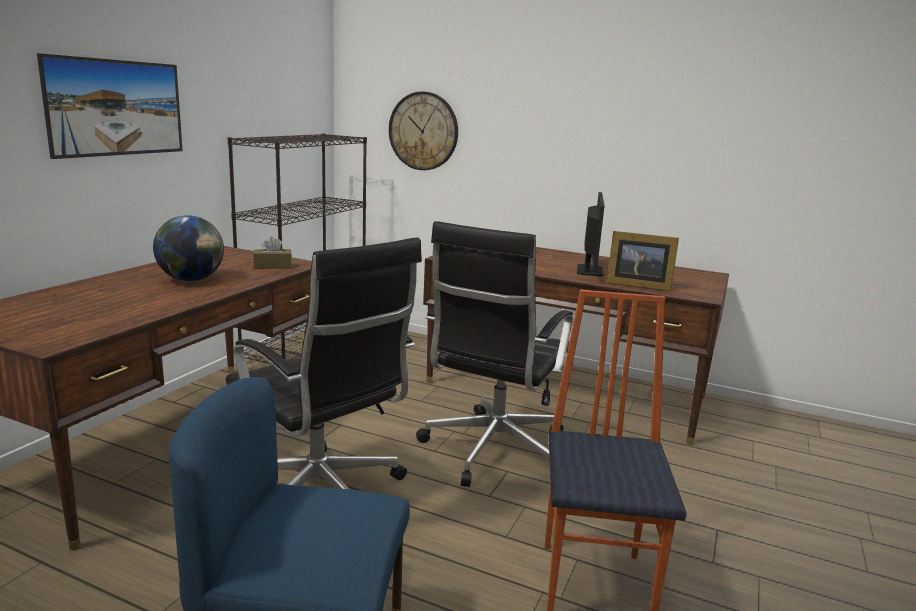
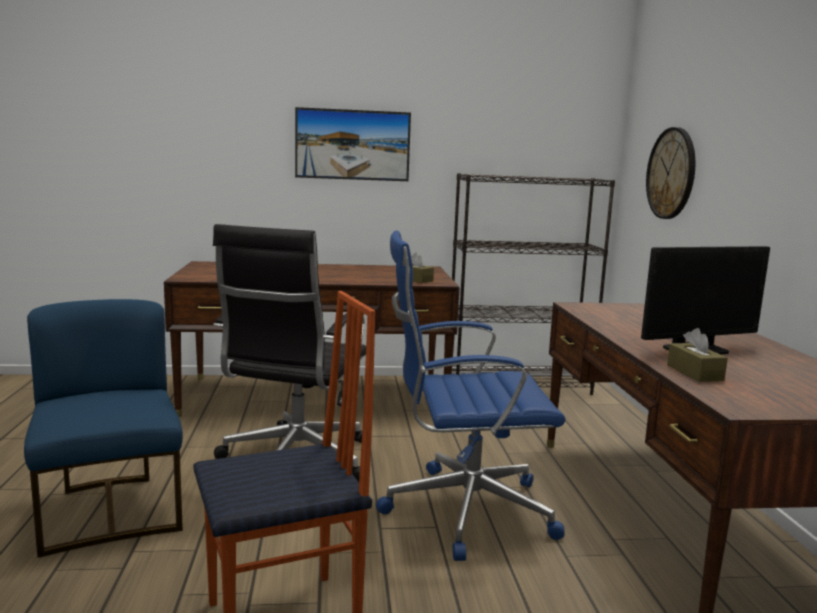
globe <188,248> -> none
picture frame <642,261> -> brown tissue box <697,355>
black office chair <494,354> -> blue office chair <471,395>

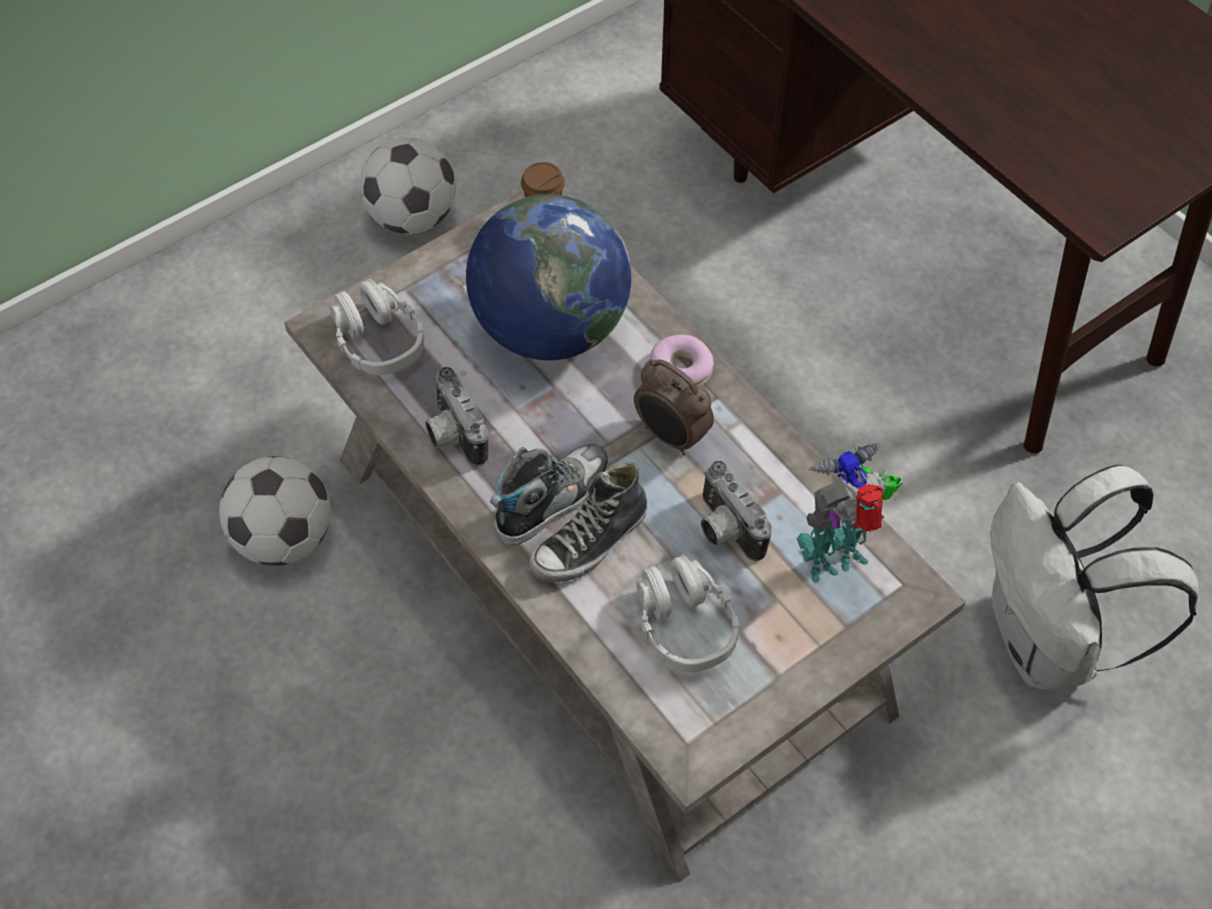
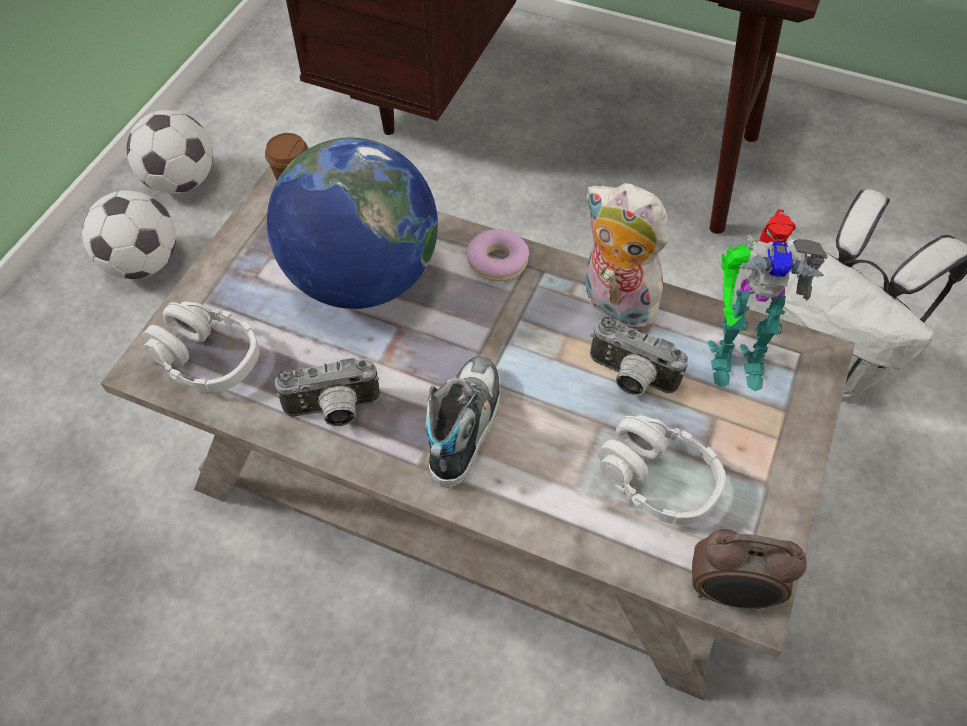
shoe <588,522> -> none
none -> plush toy <627,256>
football <275,511> -> football <170,152>, move
alarm clock <674,407> -> alarm clock <749,569>, move
photo camera <456,416> -> photo camera <327,392>, 45 degrees counterclockwise
toy robot <849,512> -> toy robot <768,300>, 120 degrees counterclockwise

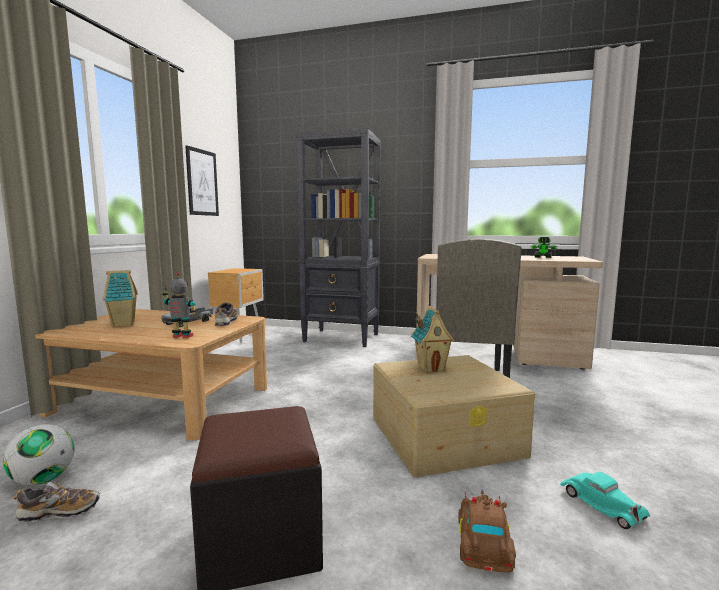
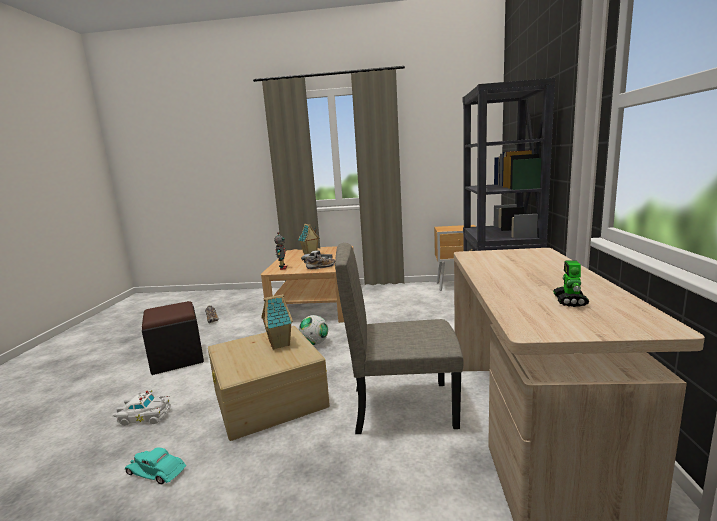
picture <202,180> -> none
football <38,454> -> football <313,330>, move
brown toy car <487,531> -> white toy car <142,408>
turquoise toy car <605,500> -> turquoise toy car <155,465>, 60 degrees clockwise

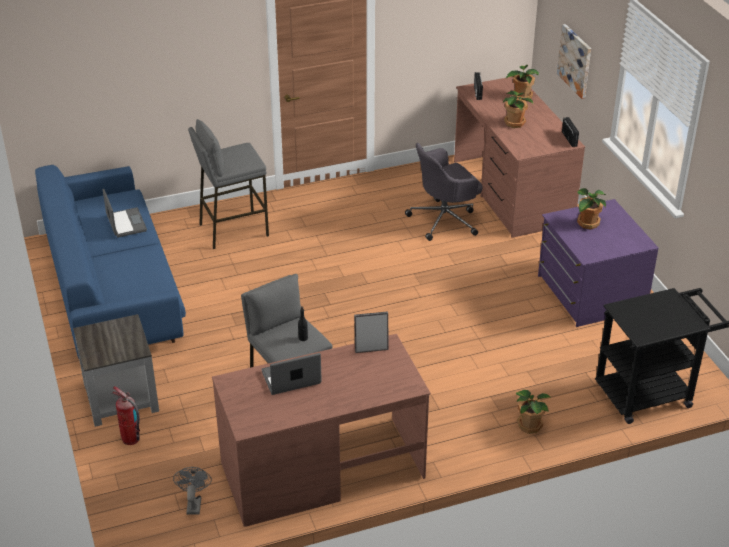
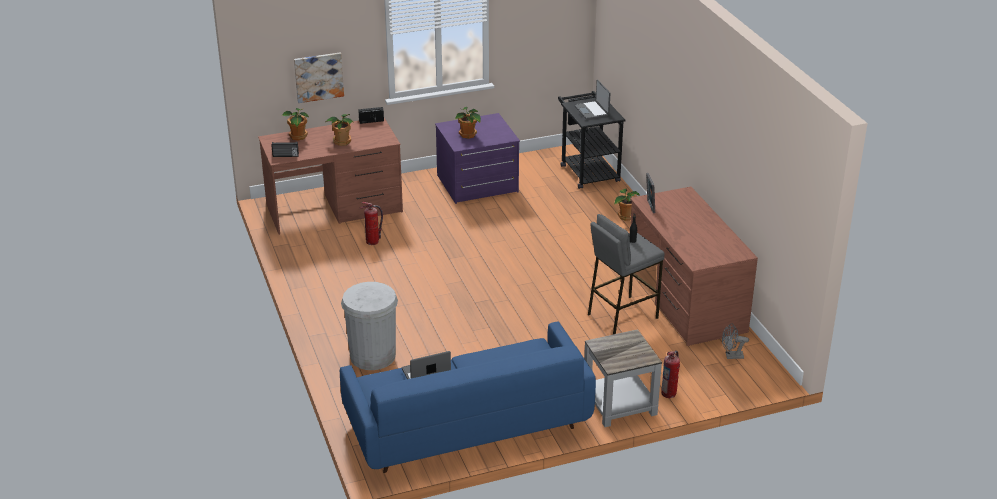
laptop <291,374> -> laptop <592,100>, move
grey stool <228,184> -> white trash can <369,326>
grey office chair <444,192> -> fire extinguisher <371,223>

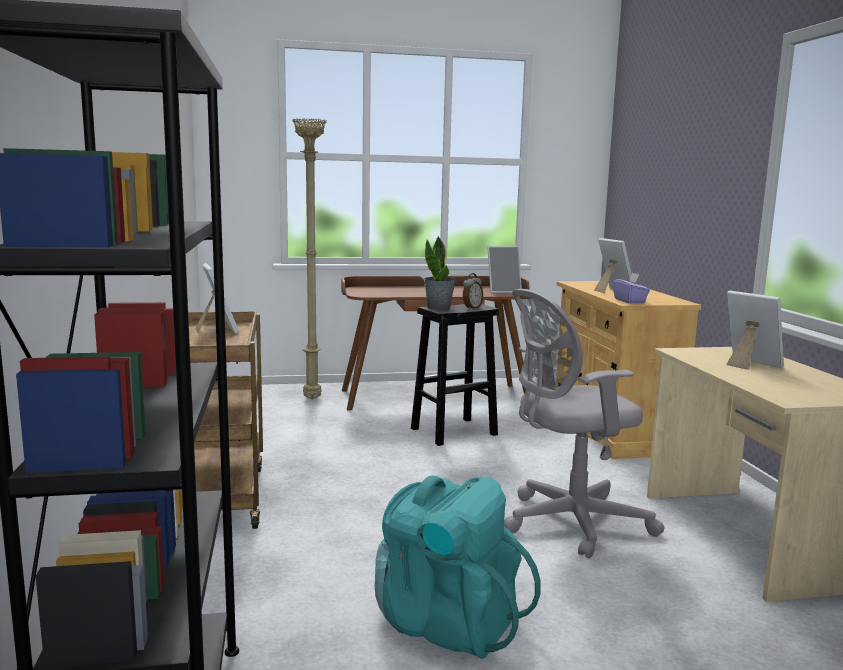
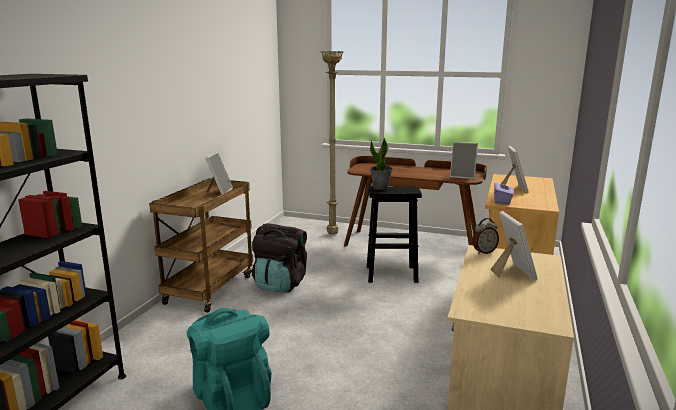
grey office chair <584,424> -> none
none -> black backpack <279,258>
alarm clock <473,291> -> alarm clock <486,236>, move

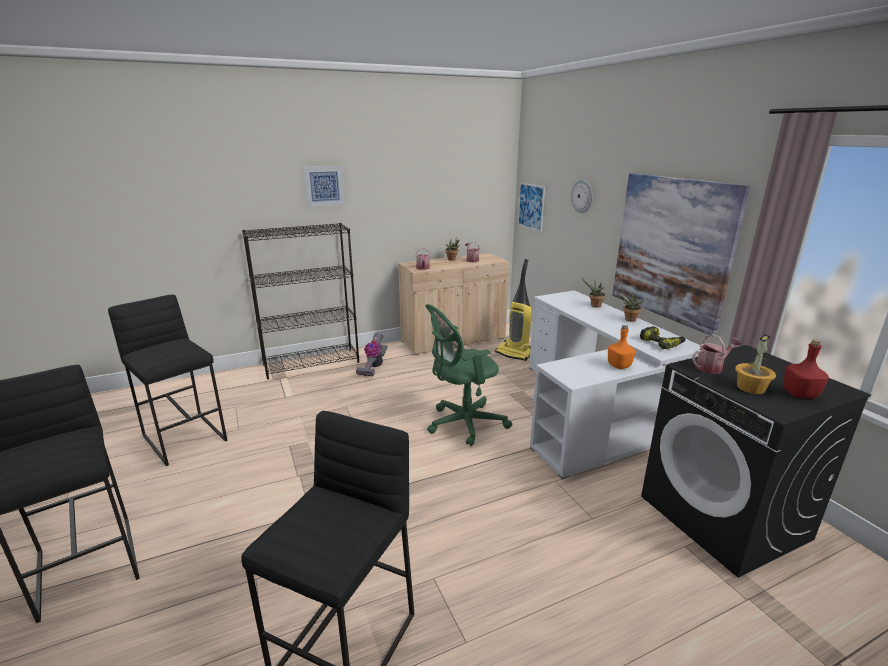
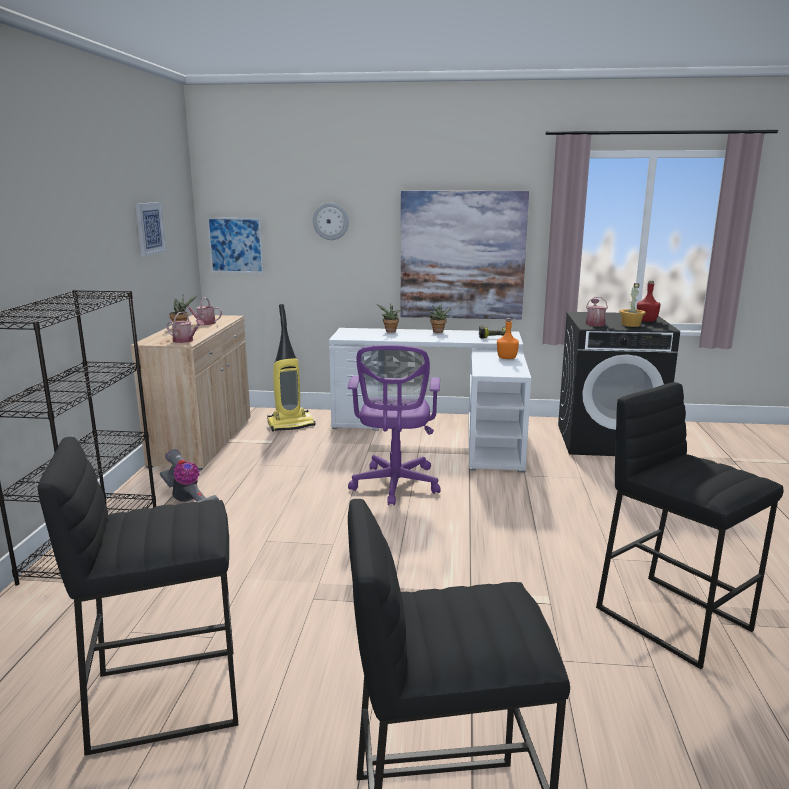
picture <324,186> -> picture <151,229>, move
green office chair <468,375> -> purple office chair <394,425>

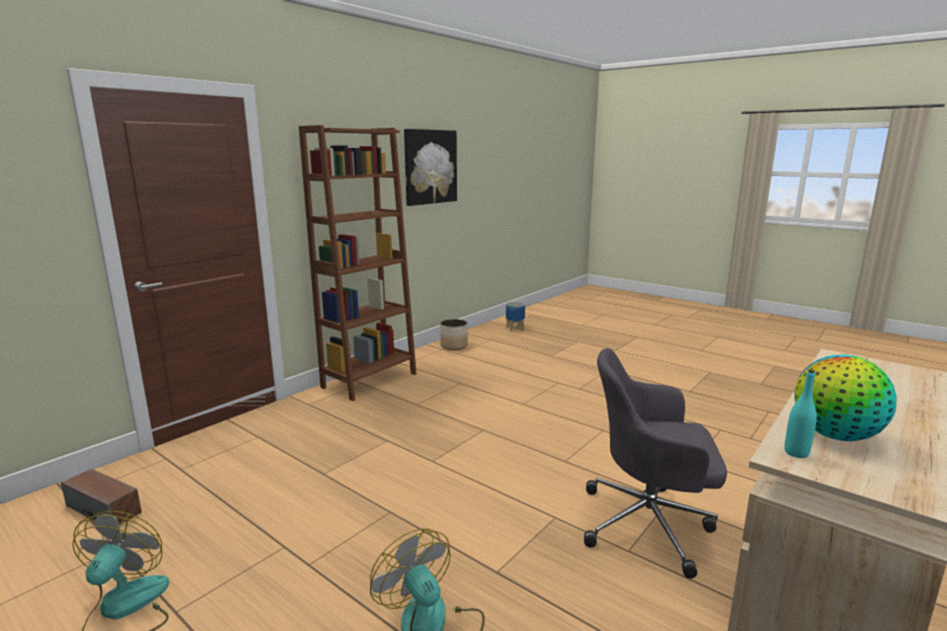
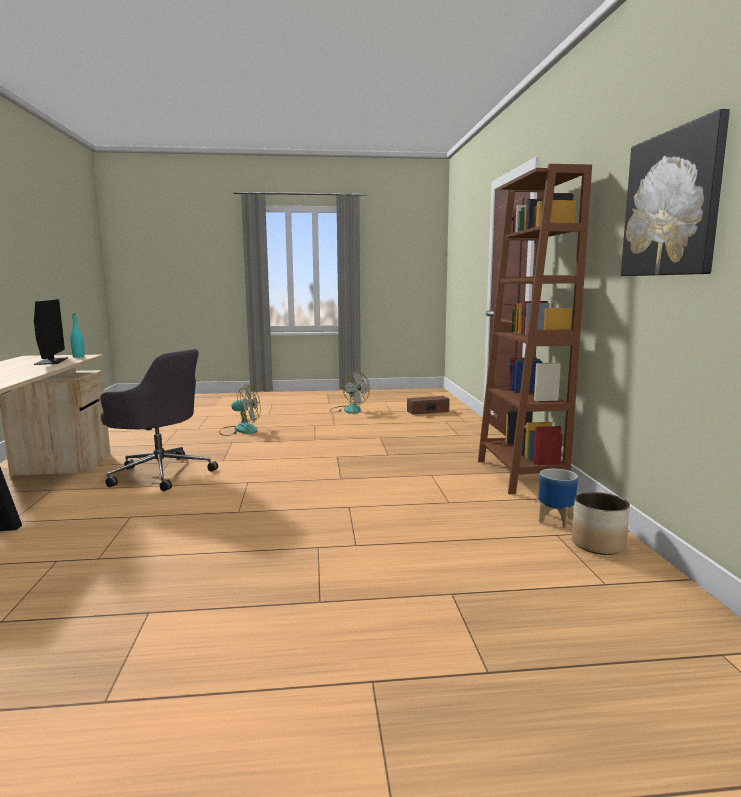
planter <515,316> -> planter <558,498>, move
globe <846,398> -> monitor <51,332>
grey office chair <655,463> -> grey office chair <159,420>, 60 degrees clockwise

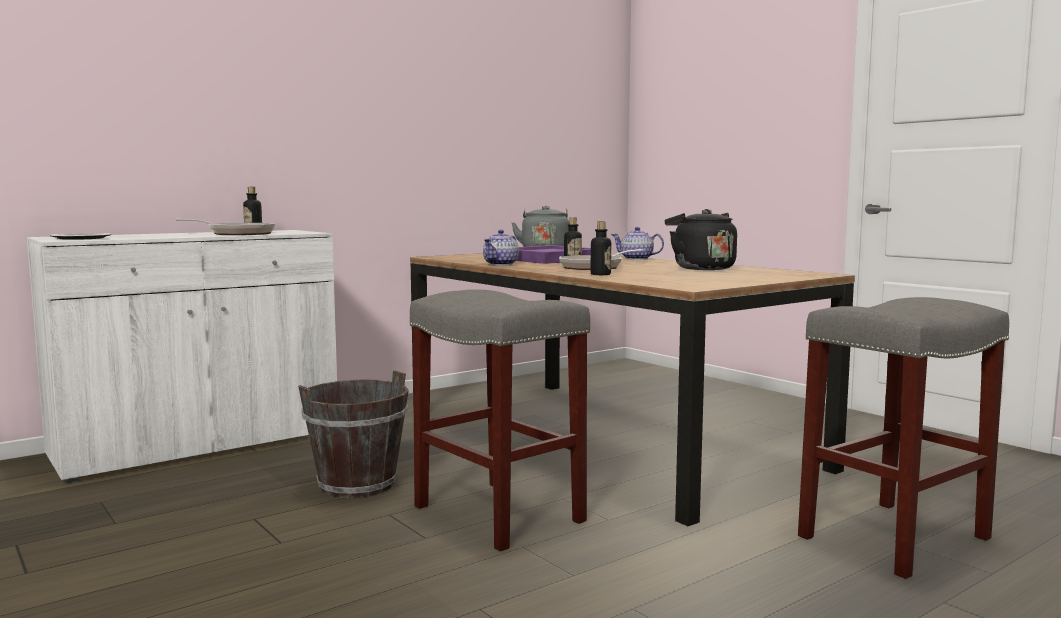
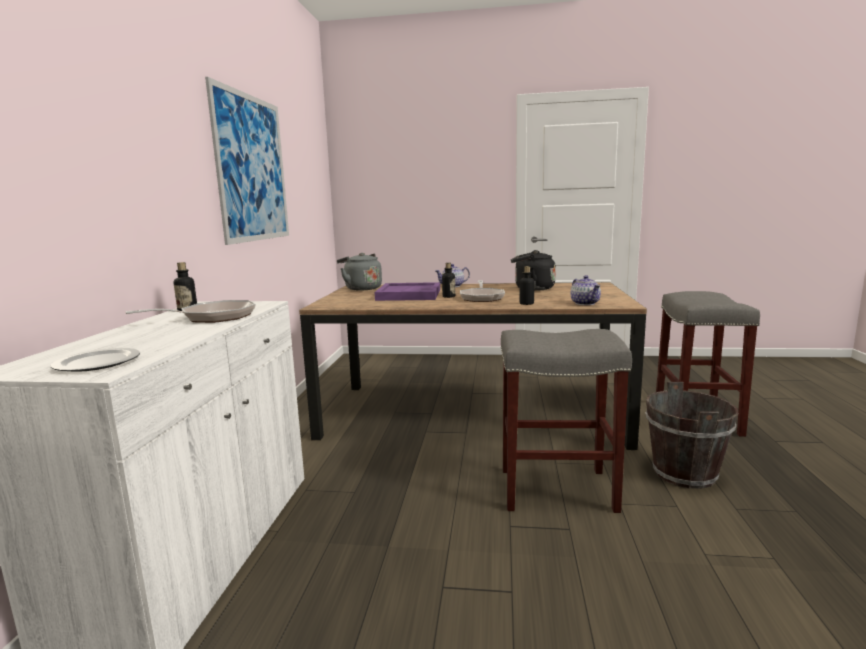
none -> picture <247,161>
brown bucket <353,434> -> brown bucket <692,435>, move
teapot <501,248> -> teapot <586,290>, move

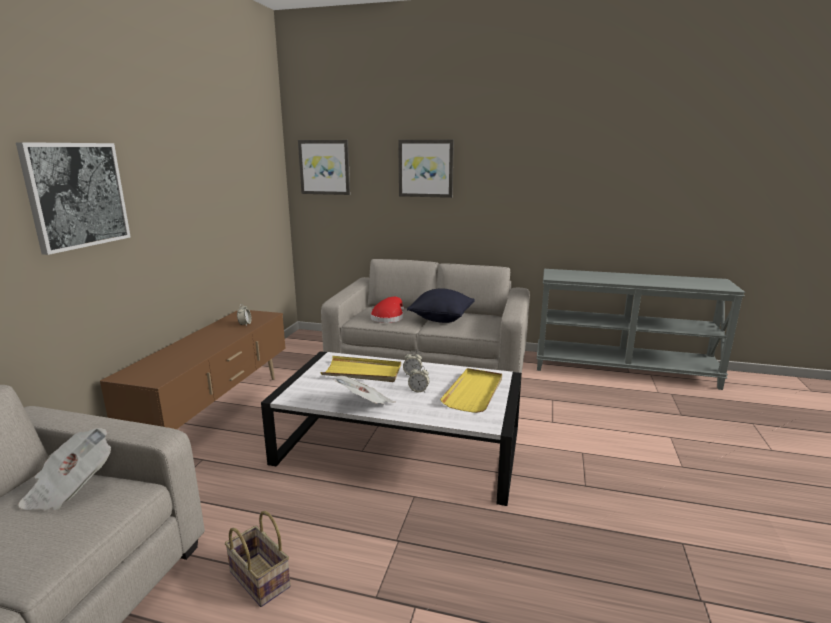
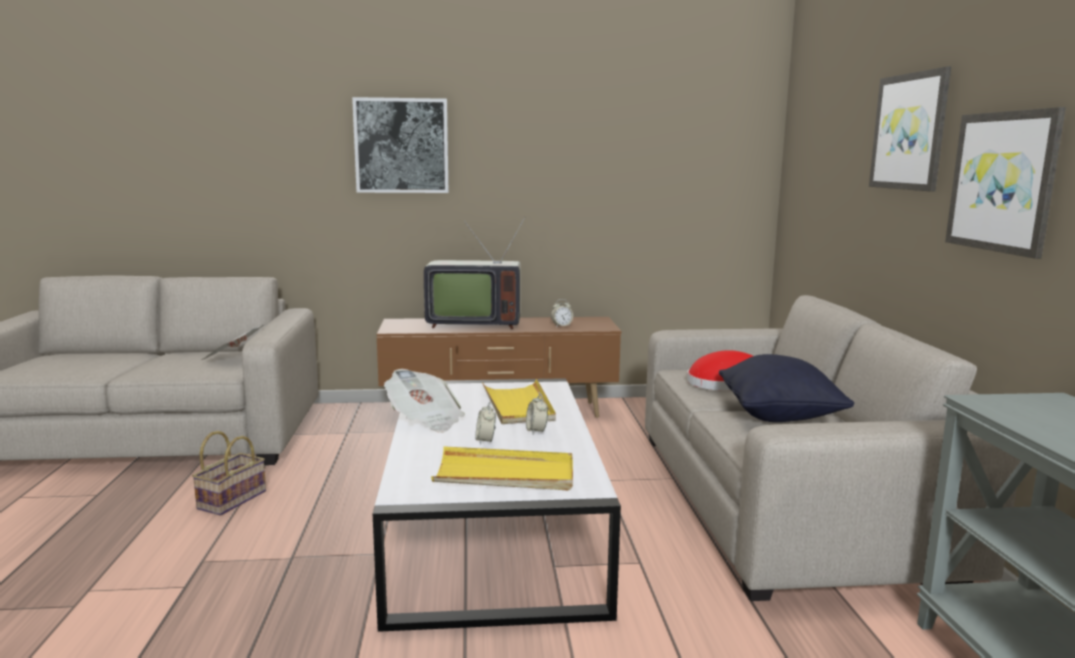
none -> television <474,273>
picture <324,167> -> picture <1005,183>, move

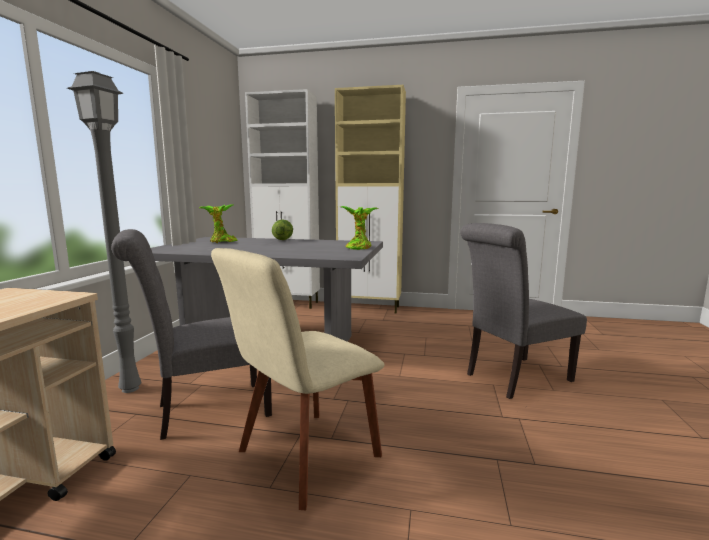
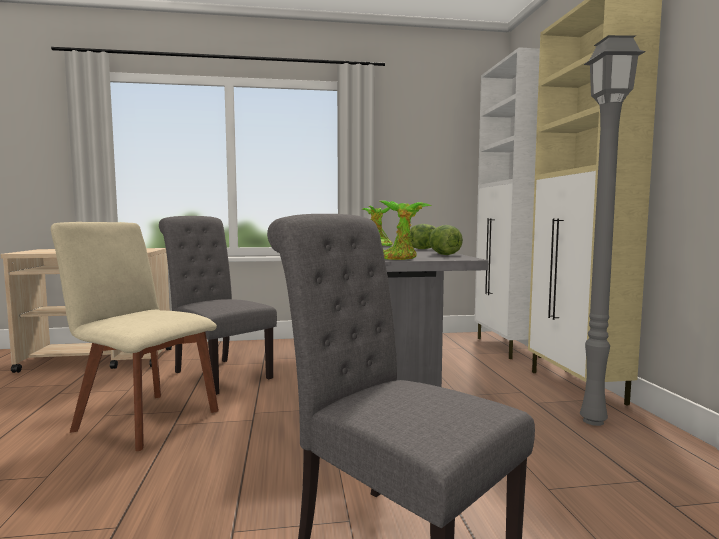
none -> lettuce <446,240>
grey floor lamp <104,232> -> grey floor lamp <613,230>, move

